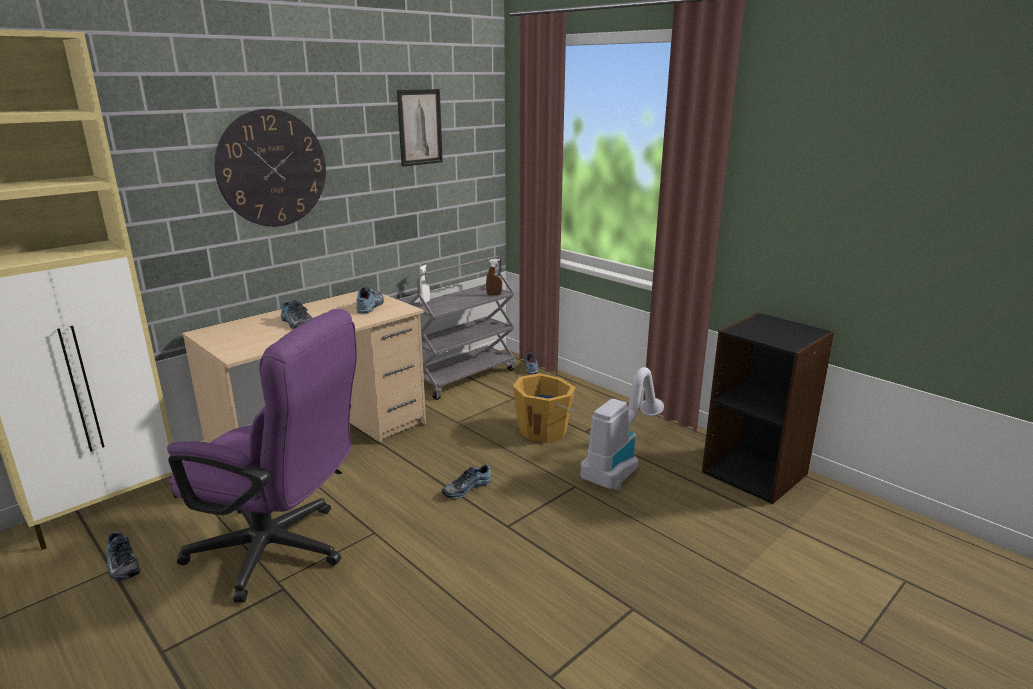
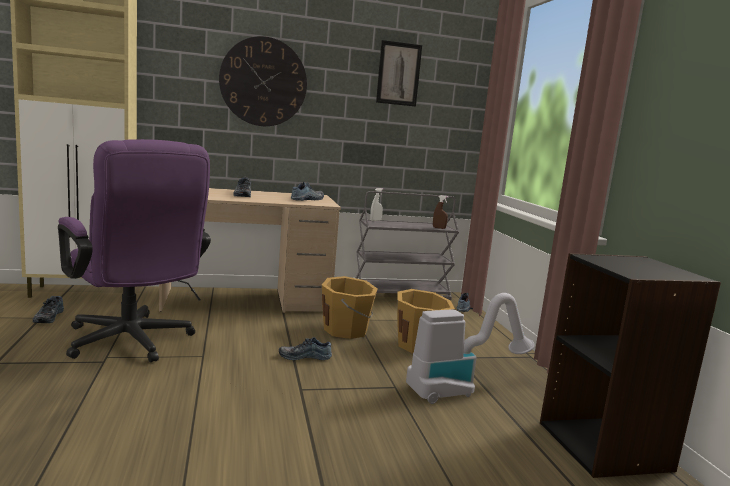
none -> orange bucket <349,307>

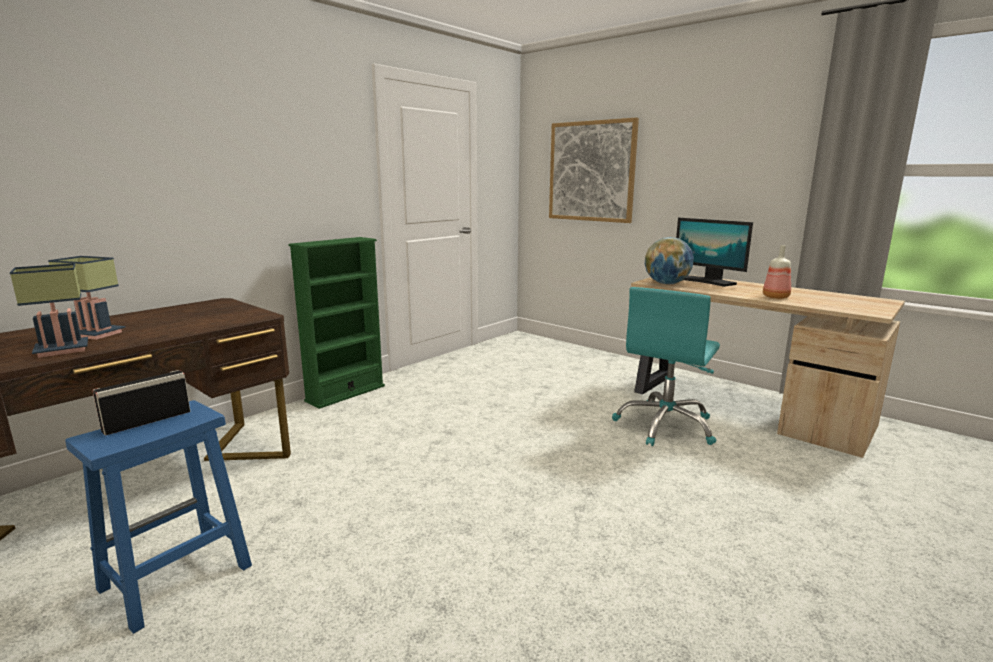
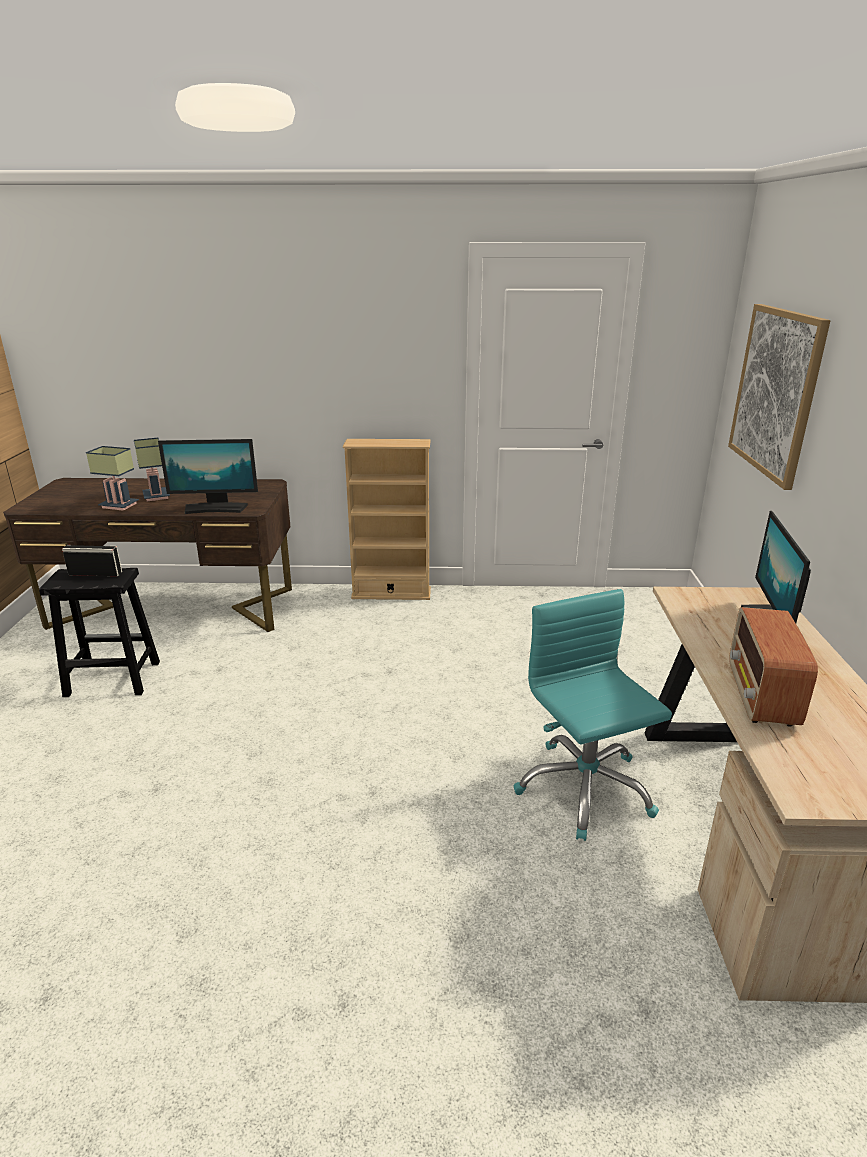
globe <669,260> -> none
none -> monitor <208,476>
bottle <777,272> -> radio <773,667>
blue stool <158,517> -> black stool <99,632>
green bookcase <336,323> -> beige bookcase <387,519>
turquoise office chair <666,366> -> turquoise office chair <593,715>, 75 degrees clockwise

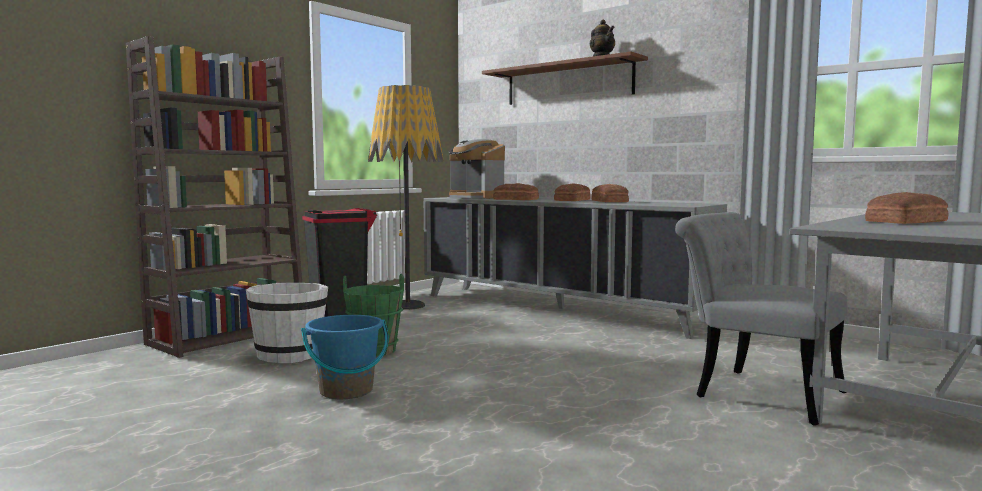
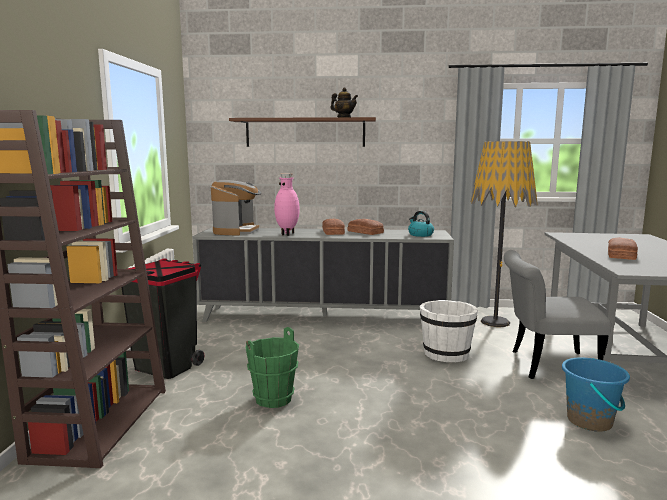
none -> kettle <421,224>
white bucket <287,323> -> white bucket <449,331>, move
blue bucket <345,357> -> blue bucket <596,395>, move
floor lamp <406,197> -> floor lamp <504,234>, move
bread <516,191> -> pink vase <287,204>
coffee machine <476,169> -> coffee machine <236,207>, 90 degrees counterclockwise

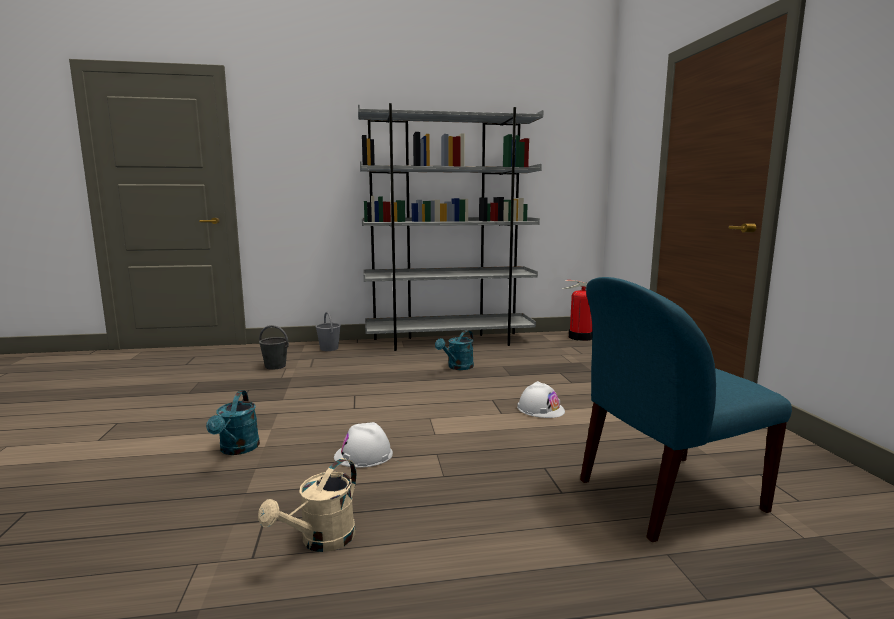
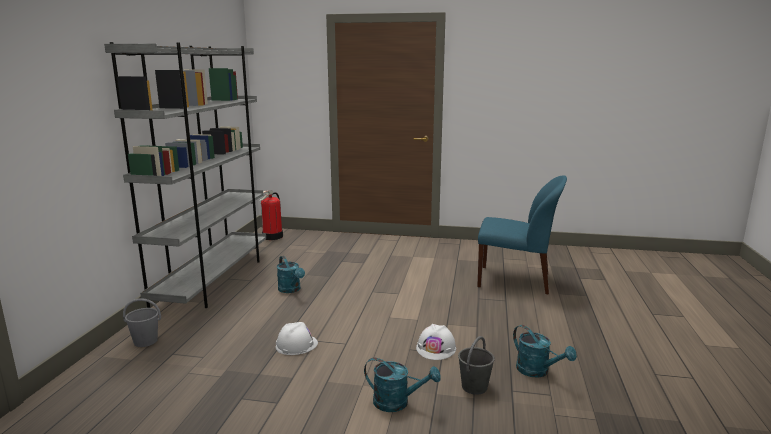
grey bucket <274,347> -> grey bucket <476,365>, move
white hard hat <541,399> -> white hard hat <297,338>, move
beige watering can <307,505> -> turquoise watering can <545,351>
blue chair <686,409> -> blue chair <522,235>, 75 degrees counterclockwise

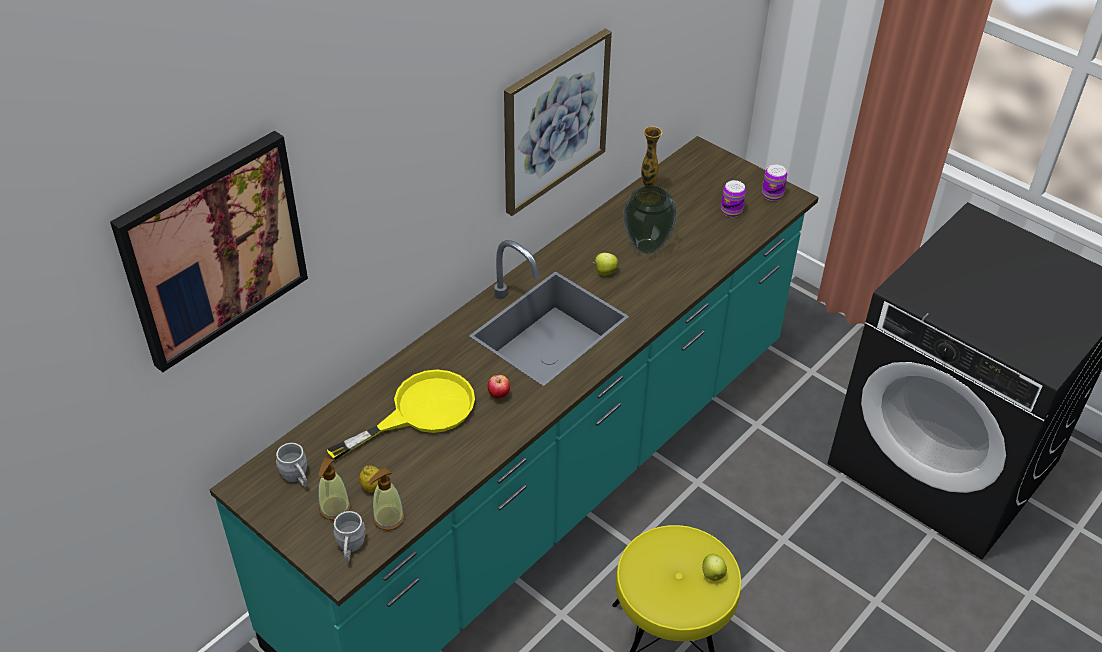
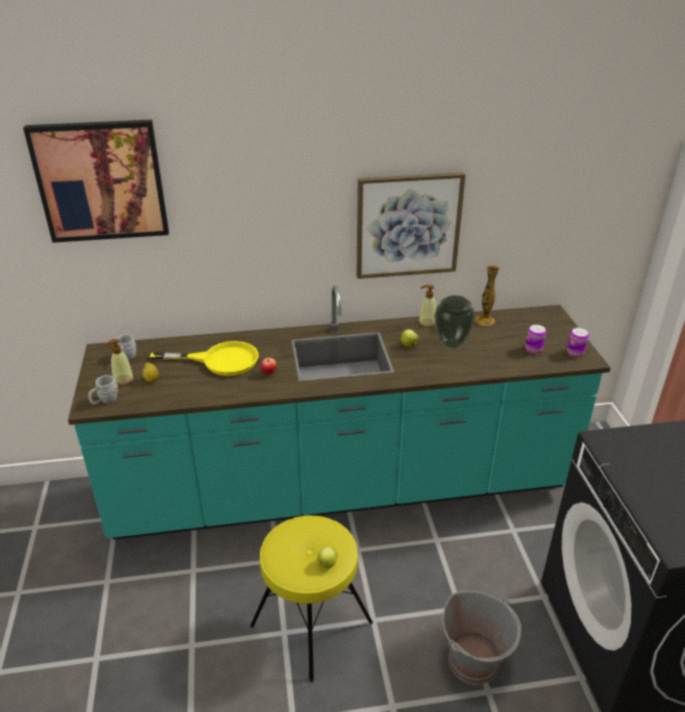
none -> grey bucket <482,638>
soap dispenser <386,499> -> soap dispenser <427,306>, move

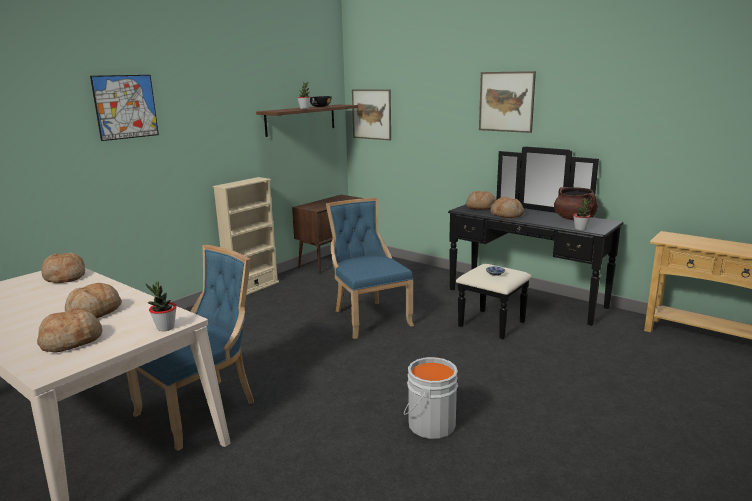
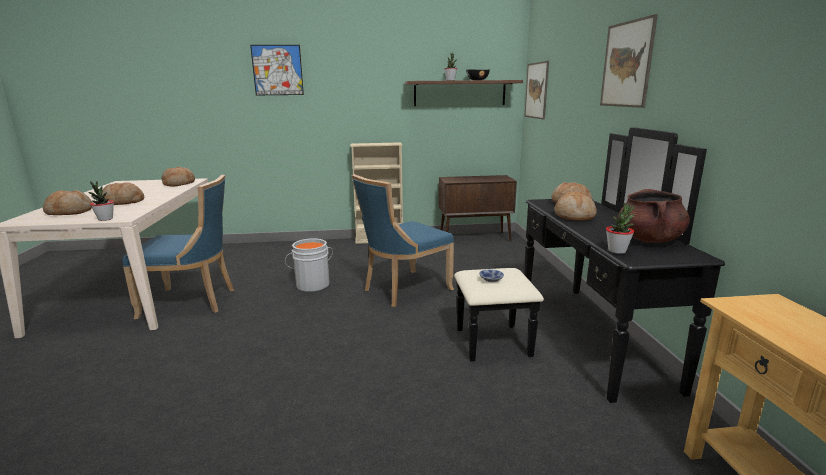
grey bucket <431,398> -> grey bucket <309,265>, move
blue chair <370,268> -> blue chair <403,240>, 150 degrees counterclockwise

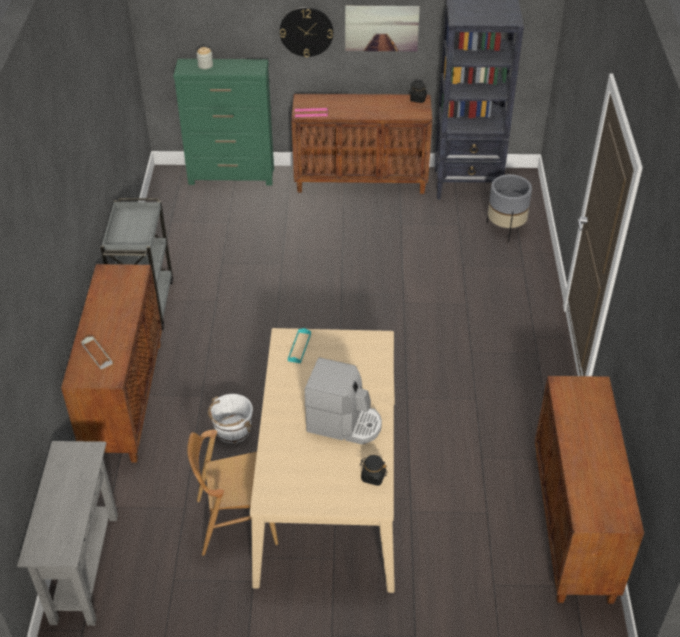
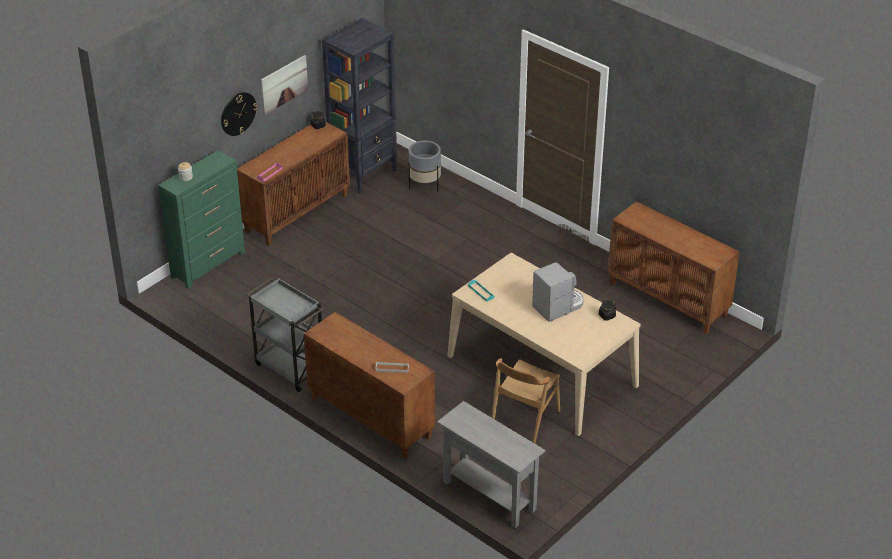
white bucket <230,418> -> none

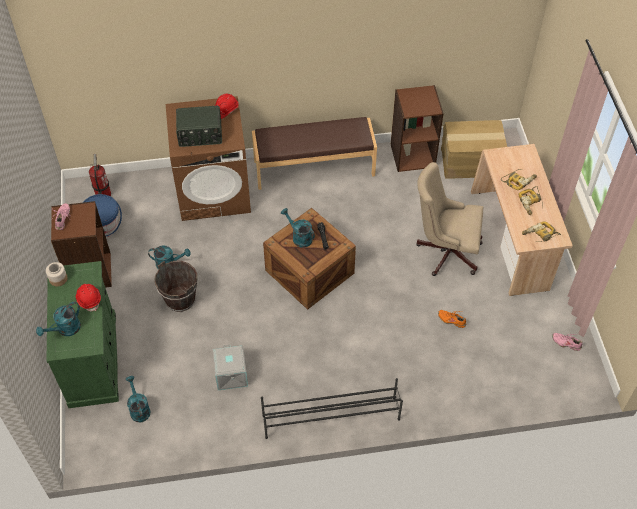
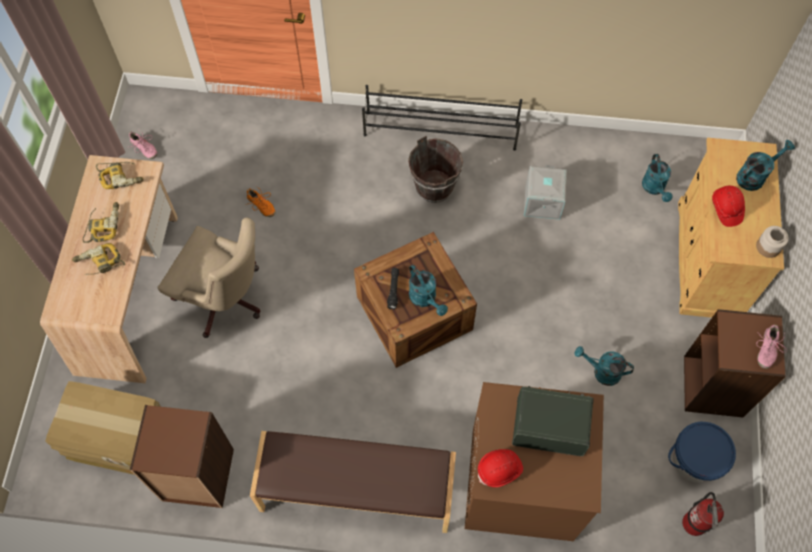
brown bucket <176,286> -> brown bucket <435,169>, move
green cabinet <83,334> -> beige cabinet <731,228>

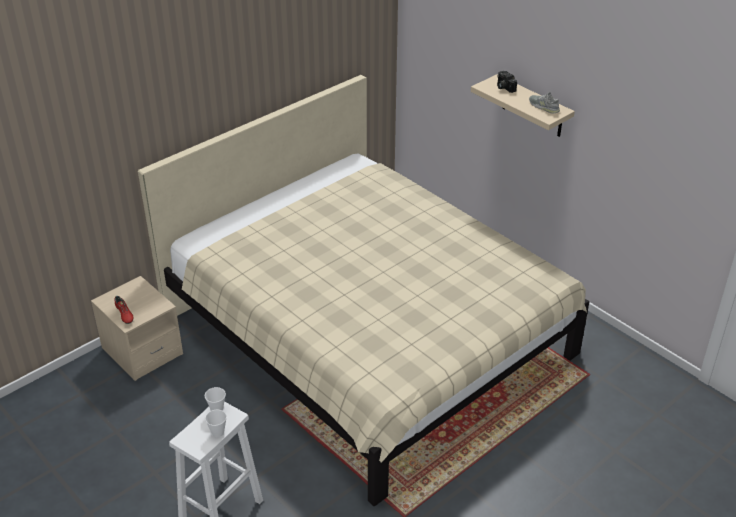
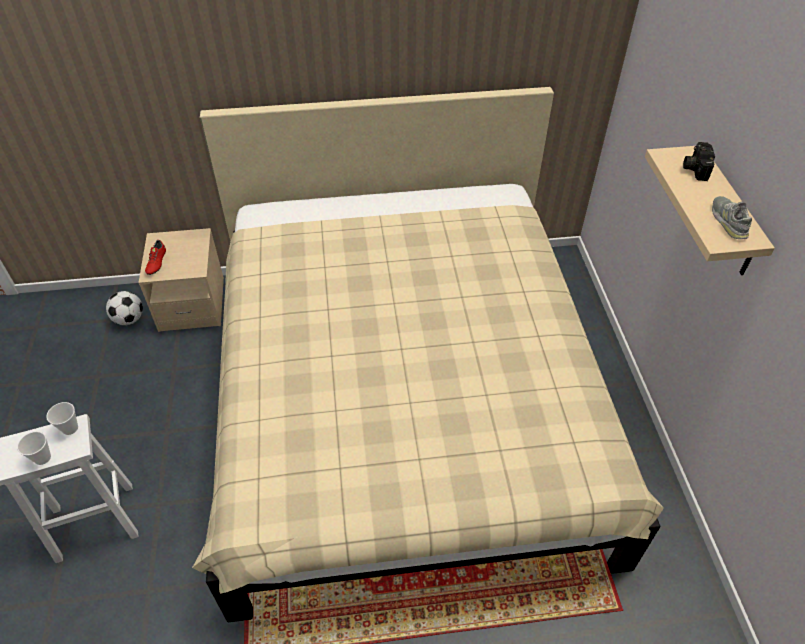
none -> football <124,308>

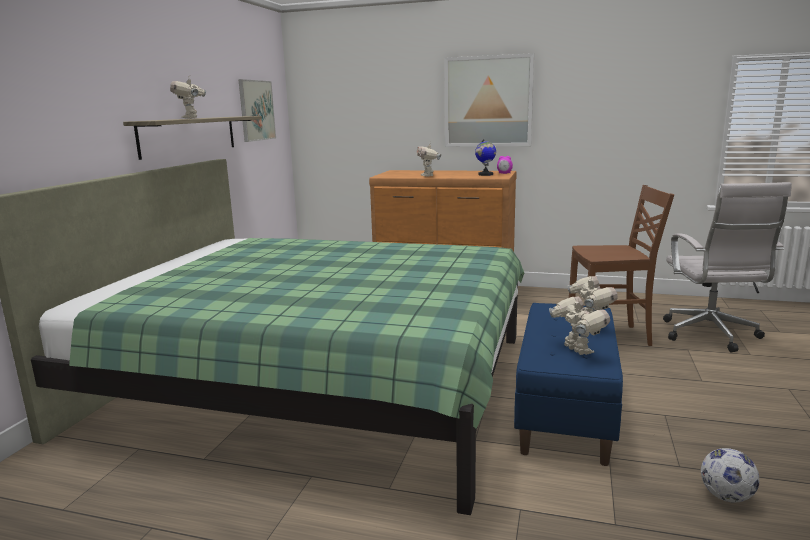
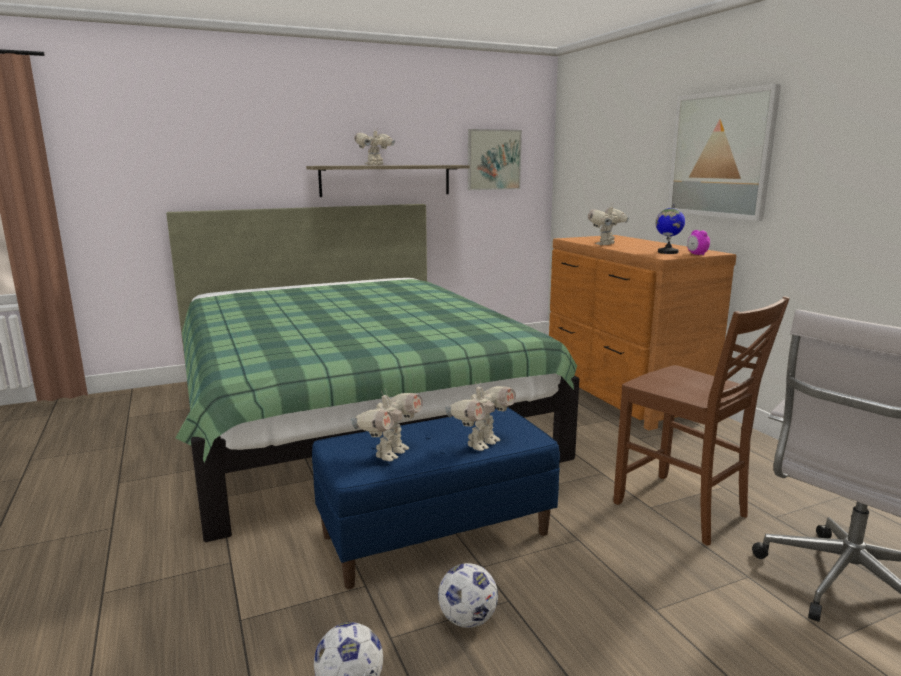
none -> football <468,595>

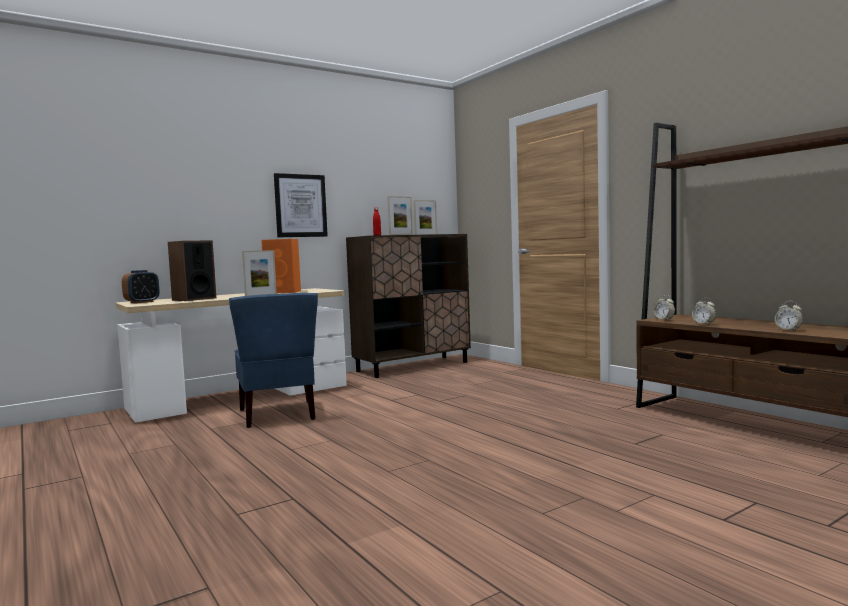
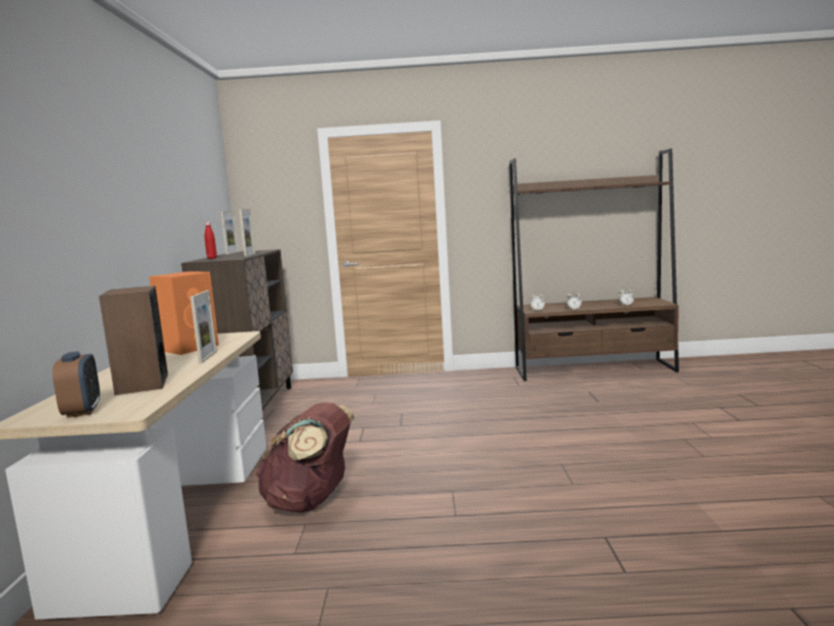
picture <301,205> -> none
blue chair <273,360> -> brown backpack <305,457>

